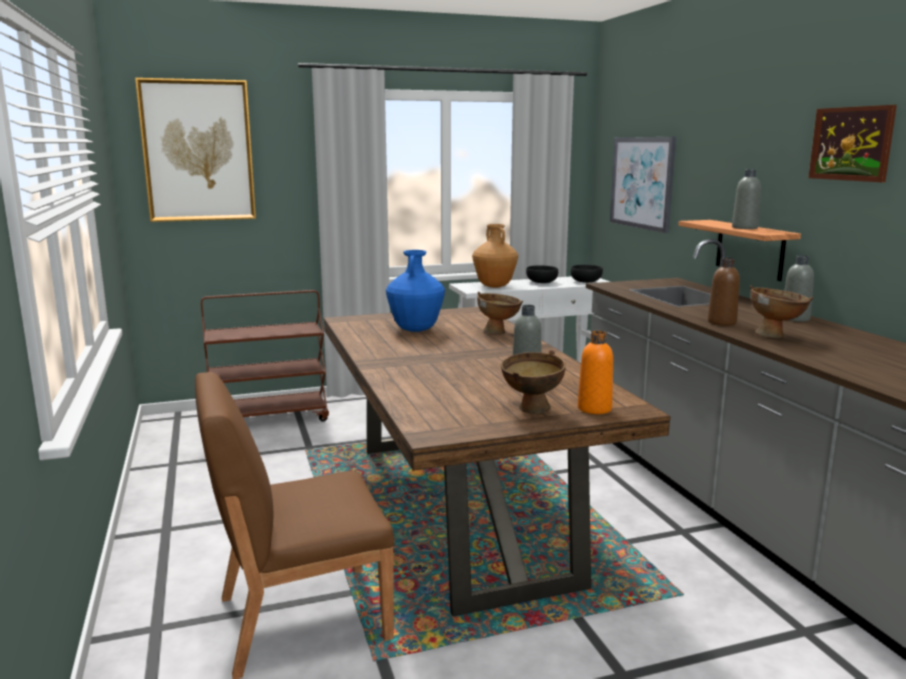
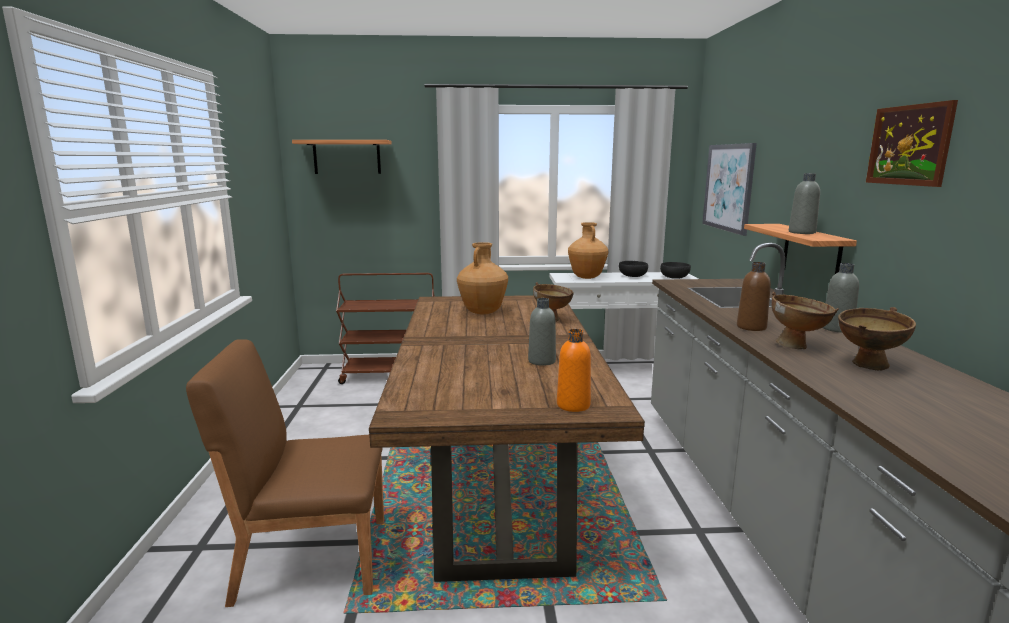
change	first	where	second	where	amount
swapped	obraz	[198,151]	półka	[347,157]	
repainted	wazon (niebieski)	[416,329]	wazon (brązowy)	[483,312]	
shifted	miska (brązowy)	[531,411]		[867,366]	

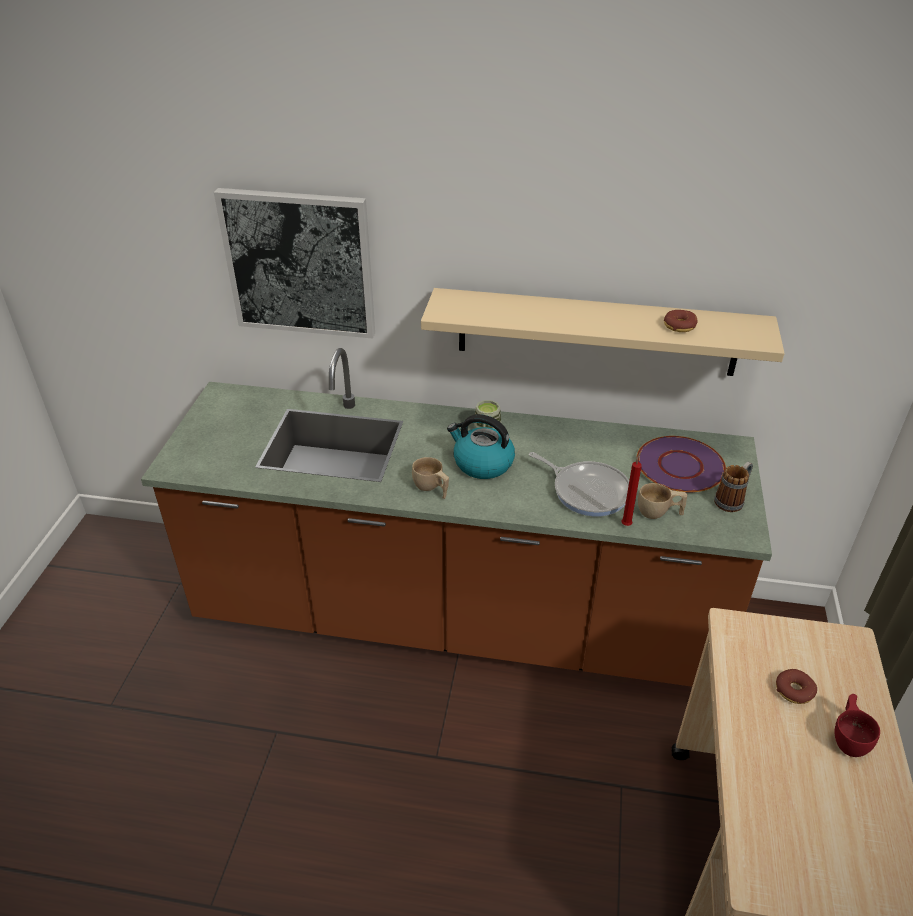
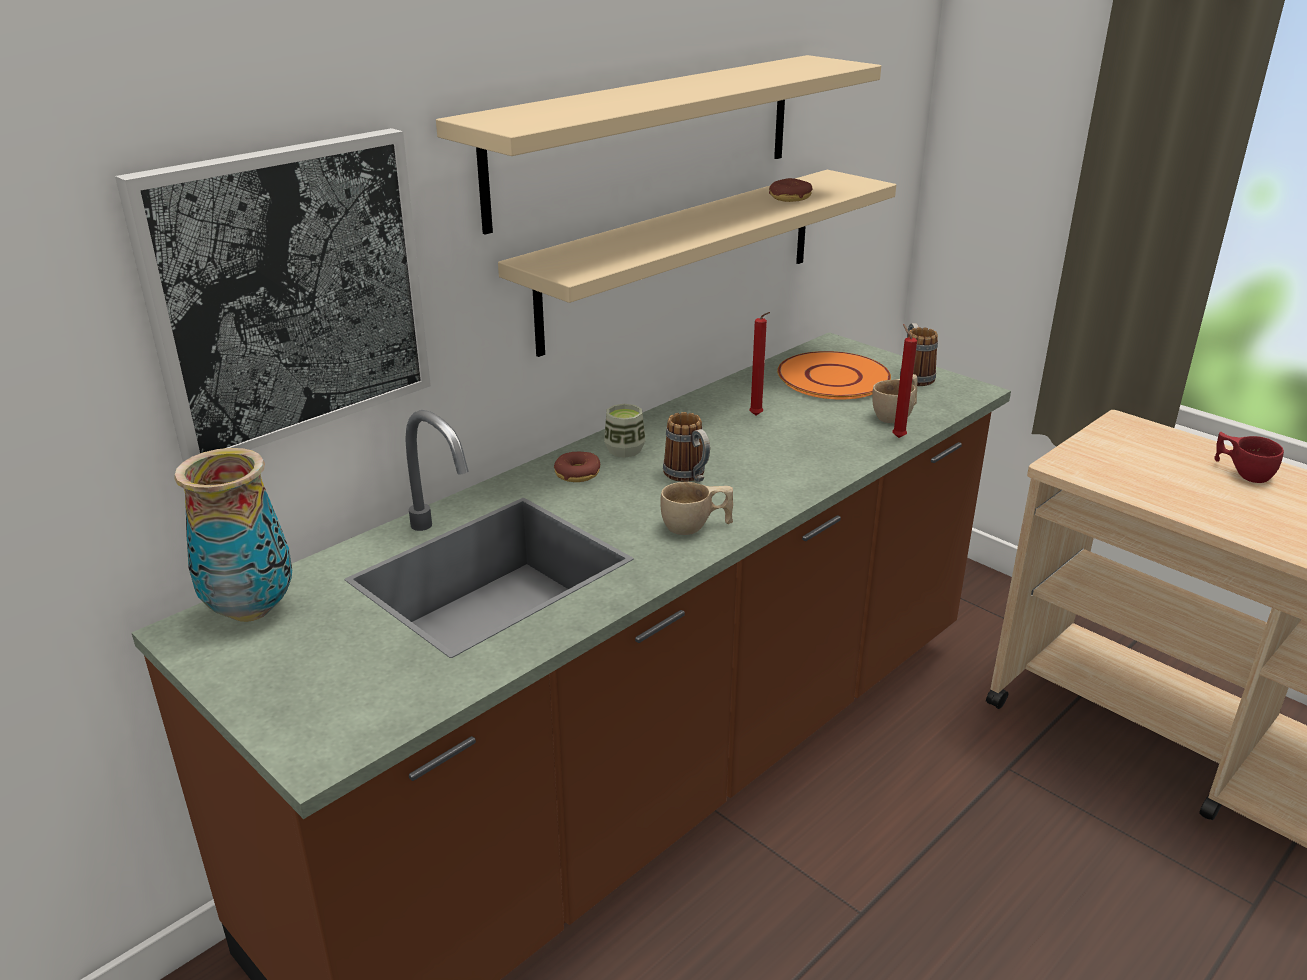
change	first	where	second	where	amount
new			wazon	[250,610]	
new			półka (beżowy)	[647,137]	
shifted	donut	[794,690]		[577,474]	
swapped	czajnik	[482,463]	kubek	[689,476]	
new			świeca (czerwony)	[757,416]	
repainted	talerz (fioletowy)	[680,466]	talerz (pomarańczowy)	[834,378]	
gone	patelnia	[587,491]			

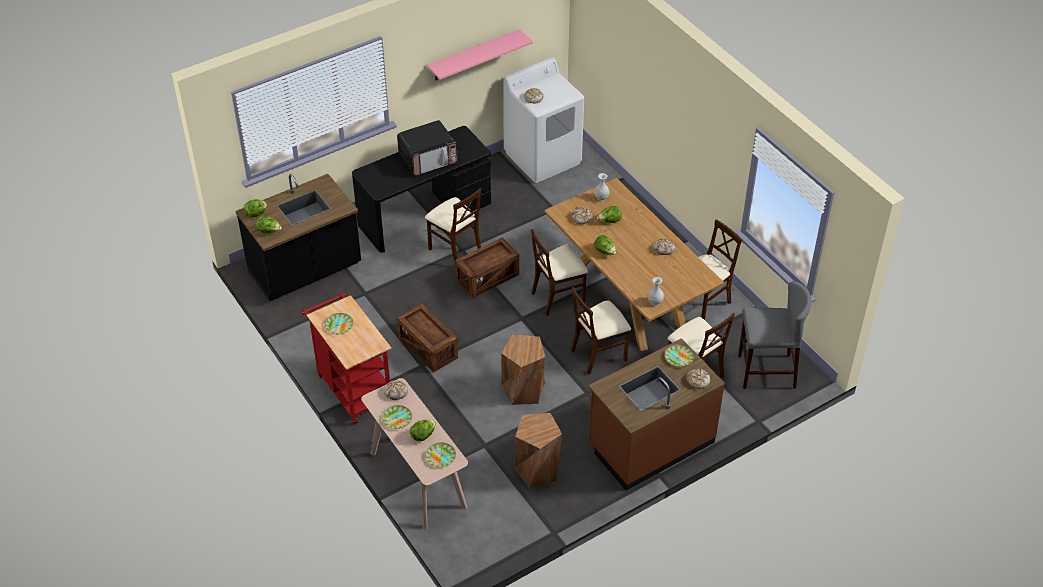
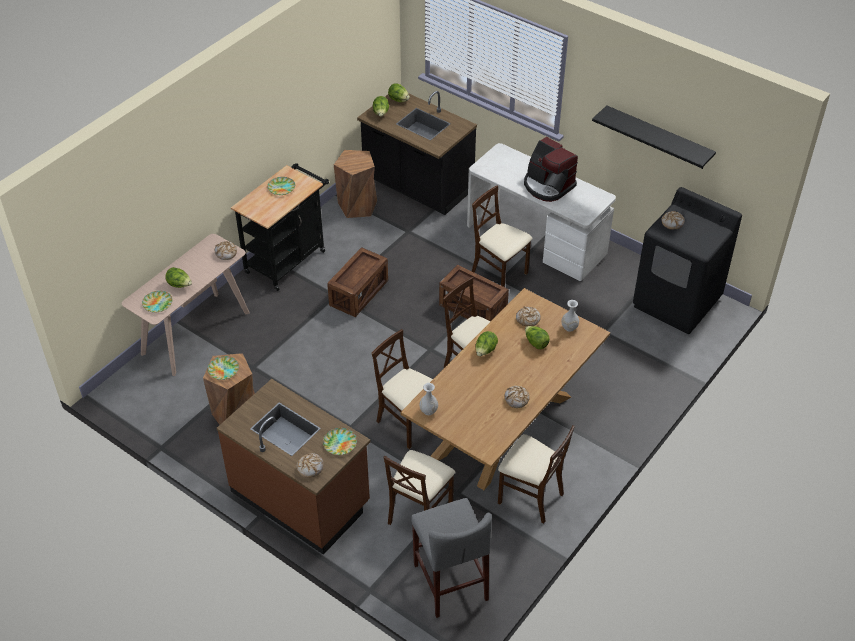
change	first	where	second	where	amount
shifted	talerz	[397,418]		[223,369]	
repainted	wózek (czerwony)	[352,388]	wózek (czarny)	[288,258]	
shifted	stołek (brązowy)	[523,390]		[357,206]	
repainted	biurko (czarny)	[424,214]	biurko (biały)	[536,239]	
rotated	krzesło (beżowy)	[455,249]		[499,274]	105 degrees clockwise
swapped	mikrofalówka	[428,159]	ekspres do kawy	[548,186]	
repainted	półka (różowy)	[474,55]	półka (czarny)	[658,138]	
repainted	pralka (biały)	[543,158]	pralka (czarny)	[677,302]	

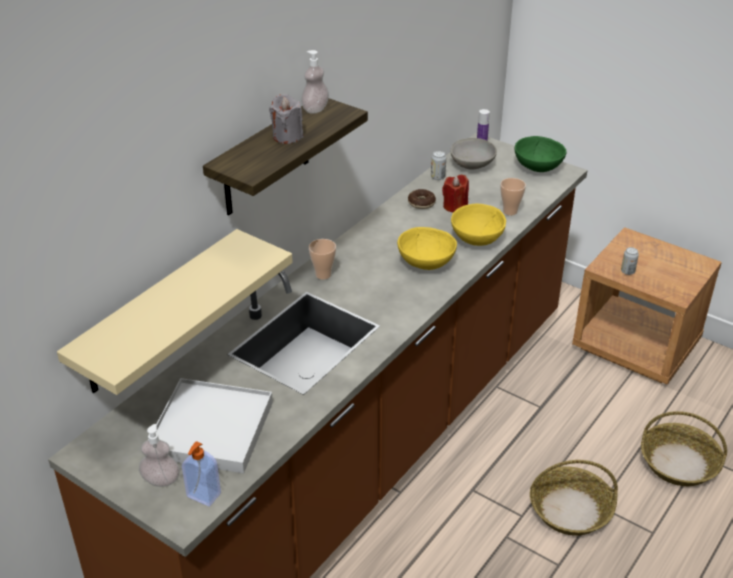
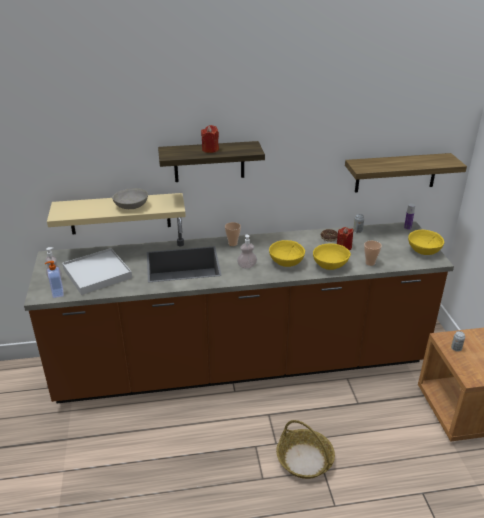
change	first	where	second	where	amount
shifted	miska (szary)	[472,164]		[131,207]	
repainted	świeca (szary)	[287,136]	świeca (czerwony)	[210,149]	
shifted	dozownik mydła	[315,109]		[247,266]	
new			półka	[396,172]	
repainted	miska (zielony)	[537,167]	miska (żółty)	[423,251]	
gone	koszyk	[679,463]			

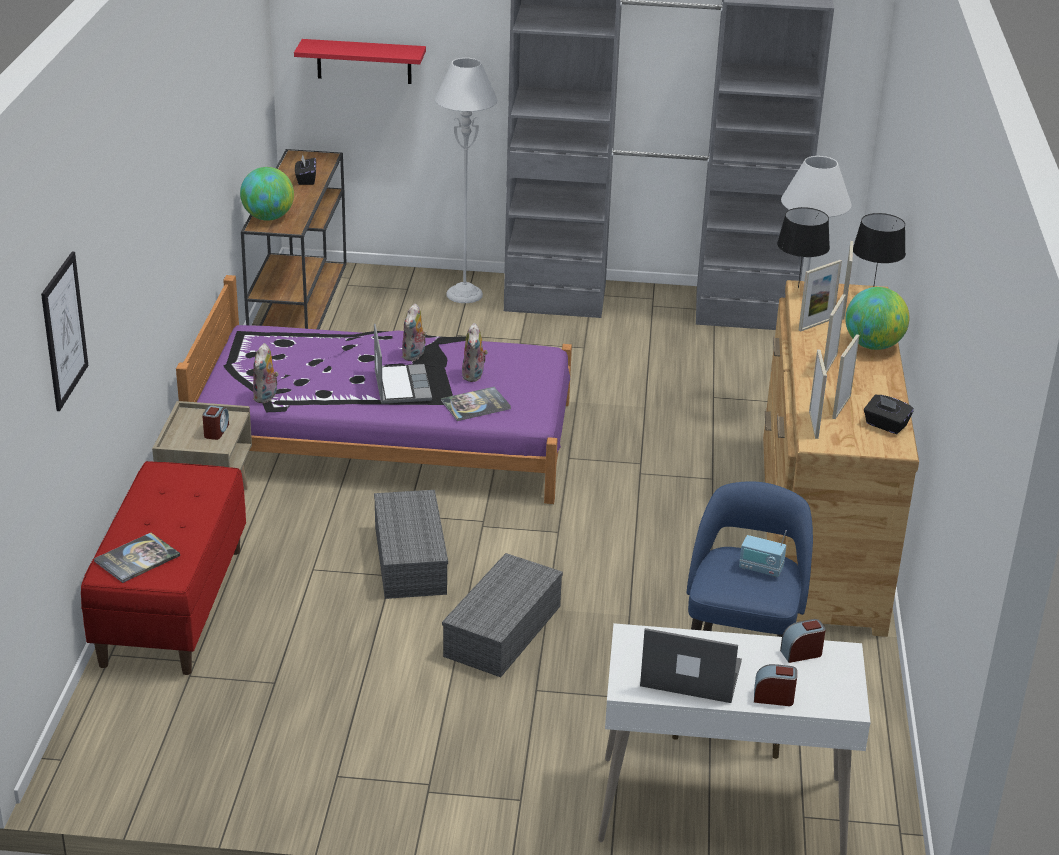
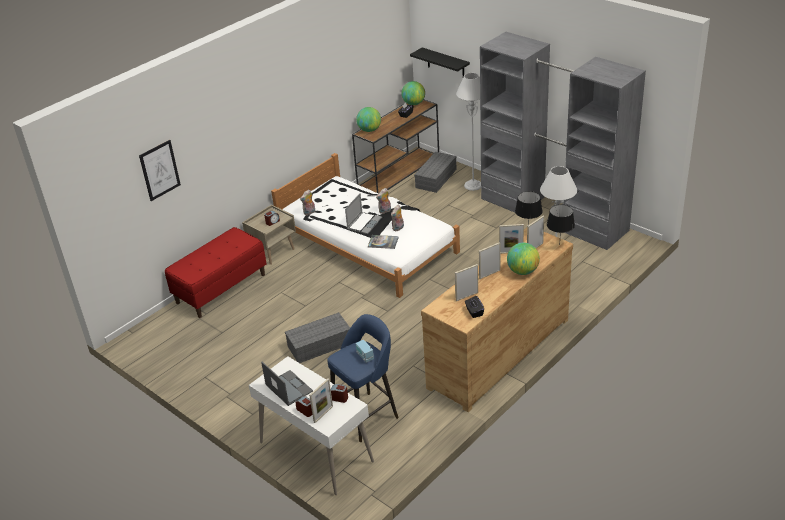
change	first	where	second	where	amount
repainted	łóżko (fioletowy)	[384,437]	łóżko (biały)	[367,244]	
shifted	ramka na zdjęcie	[813,425]		[323,414]	
new			globus	[414,103]	
repainted	półka (czerwony)	[364,61]	półka (czarny)	[445,63]	
shifted	pojemnik do przechowywania (szary)	[408,558]		[436,178]	
gone	książka	[137,559]			

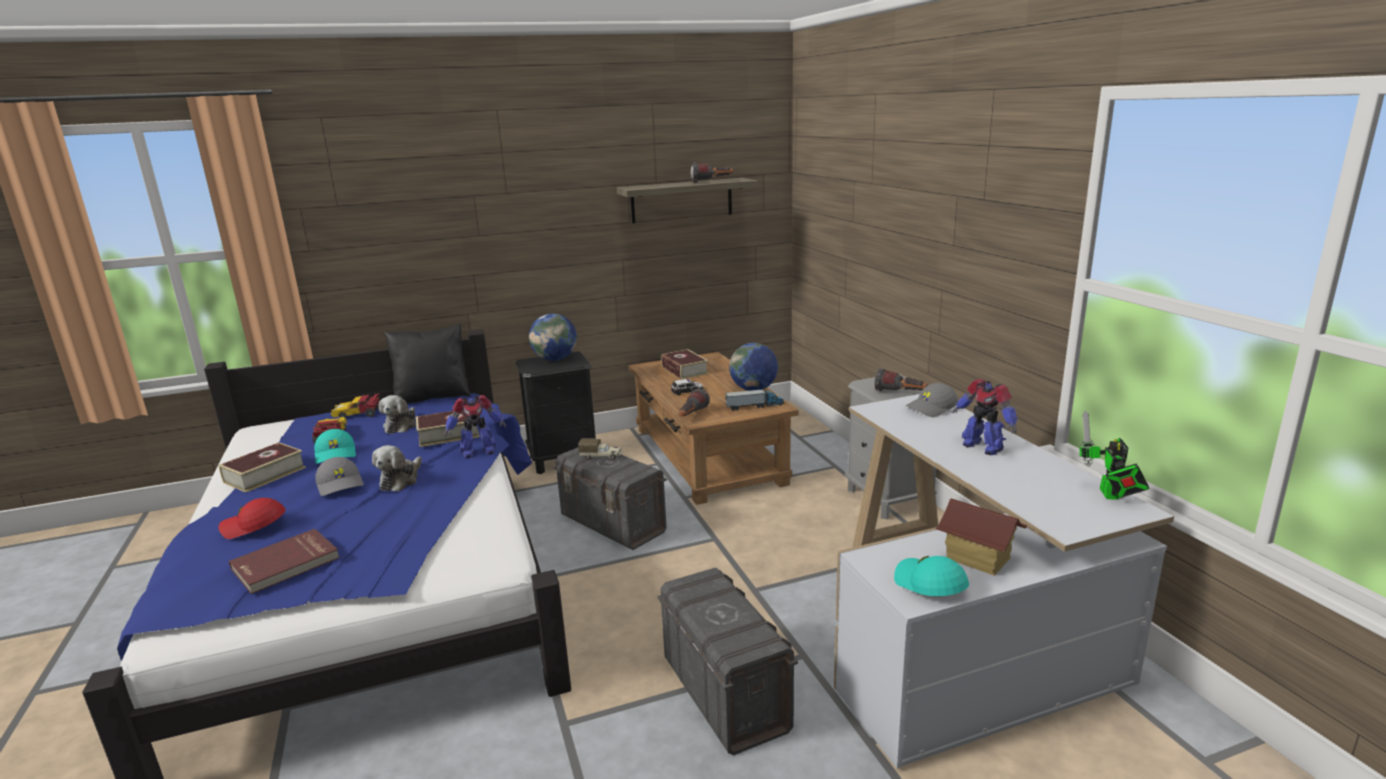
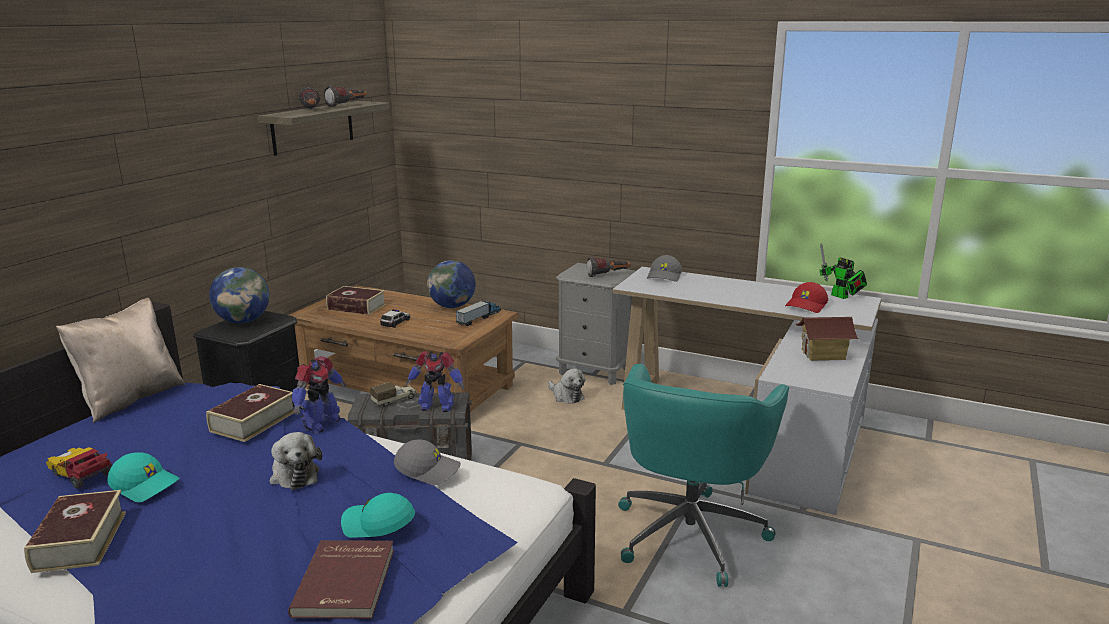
change	first	where	second	where	amount
repainted	poduszka (czarny)	[433,397]	poduszka (beżowy)	[130,399]	
shifted	latarka	[691,415]		[311,110]	
shifted	czapka z daszkiem (turkusowy)	[929,585]		[377,525]	
shifted	czapka z daszkiem (szary)	[341,484]		[428,470]	
shifted	robot zabawkowy	[982,447]		[436,407]	
shifted	pluszak	[401,426]		[566,396]	
swapped	pojemnik do przechowywania (szary)	[725,693]	krzesło biurowe (turkusowy)	[691,532]	
shifted	czapka z daszkiem (czerwony)	[253,526]		[807,306]	
gone	samochodzik	[359,414]			

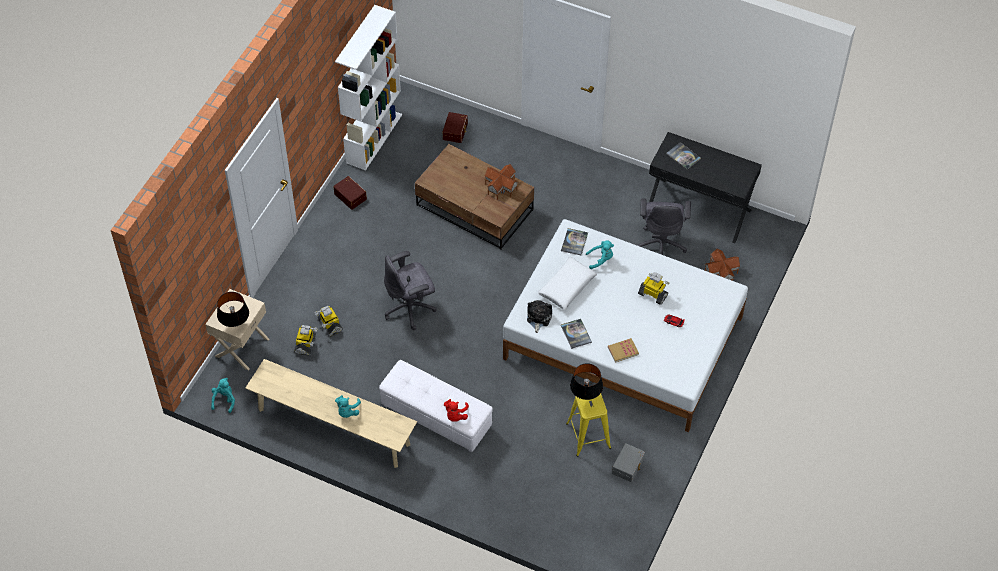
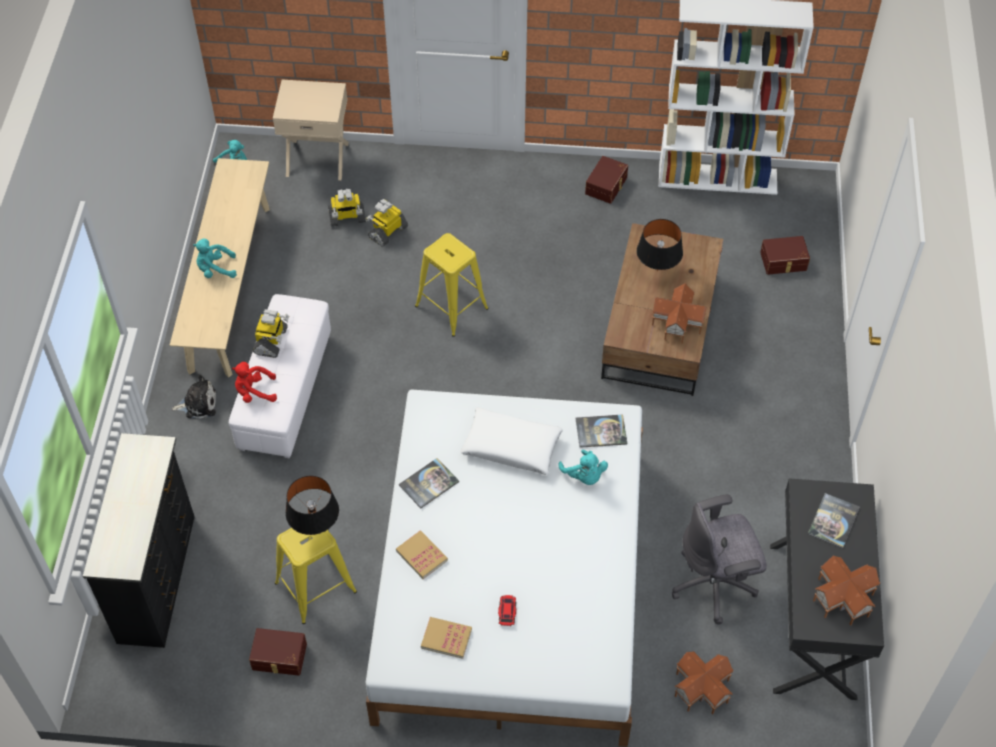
change	first	where	second	where	amount
new			komoda (czarny)	[159,577]	
shifted	pluszak	[538,318]		[198,404]	
repainted	pojemnik do przechowywania (szary)	[628,466]	pojemnik do przechowywania (brązowy)	[279,657]	
shifted	robot zabawkowy	[653,294]		[271,341]	
swapped	krzesło biurowe (szary)	[410,308]	stołek (żółty)	[451,307]	
new			książka	[446,638]	
shifted	lampa stołowa (czarny)	[235,325]		[657,271]	
new			domek	[842,597]	

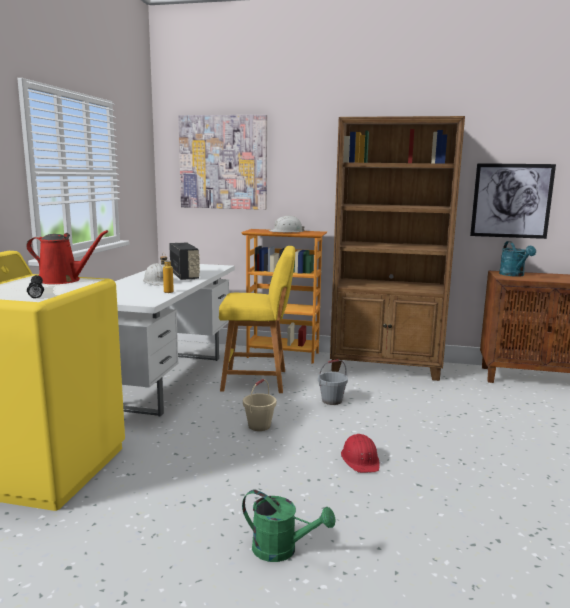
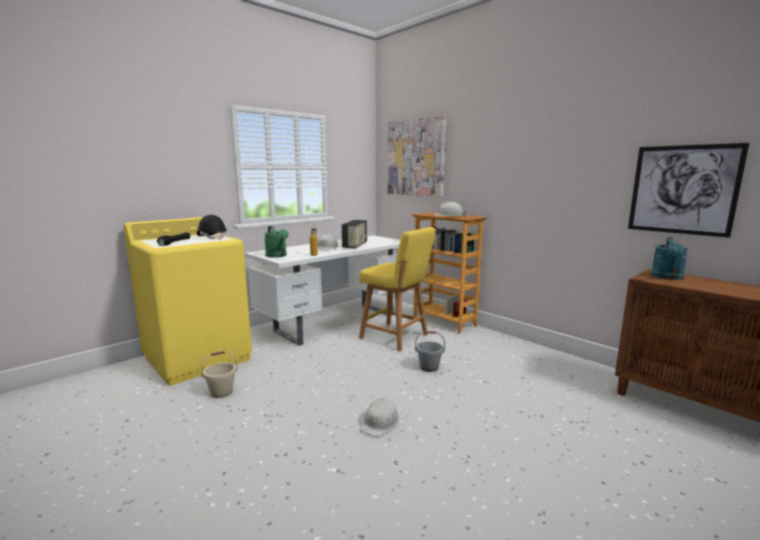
change	first	where	second	where	amount
swapped	konewka (czerwony)	[63,280]	kask (czarny)	[212,237]	
shifted	wiadro (beżowy)	[259,426]		[222,392]	
shifted	konewka (zielony)	[282,550]		[277,256]	
repainted	kask (czerwony)	[360,459]	kask (biały)	[380,422]	
gone	regał (brązowy)	[386,367]			

